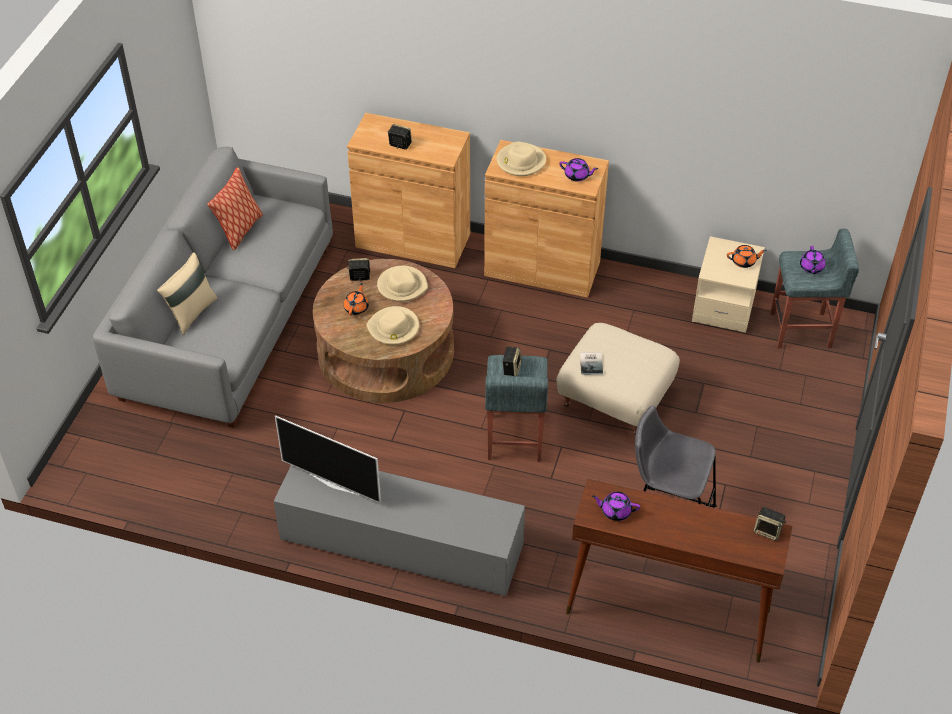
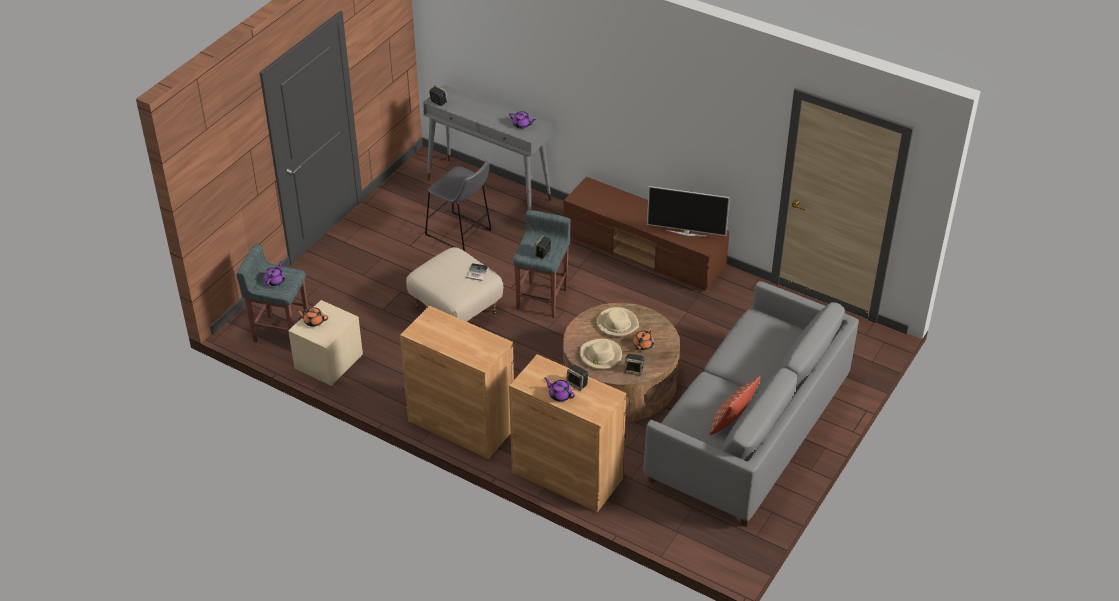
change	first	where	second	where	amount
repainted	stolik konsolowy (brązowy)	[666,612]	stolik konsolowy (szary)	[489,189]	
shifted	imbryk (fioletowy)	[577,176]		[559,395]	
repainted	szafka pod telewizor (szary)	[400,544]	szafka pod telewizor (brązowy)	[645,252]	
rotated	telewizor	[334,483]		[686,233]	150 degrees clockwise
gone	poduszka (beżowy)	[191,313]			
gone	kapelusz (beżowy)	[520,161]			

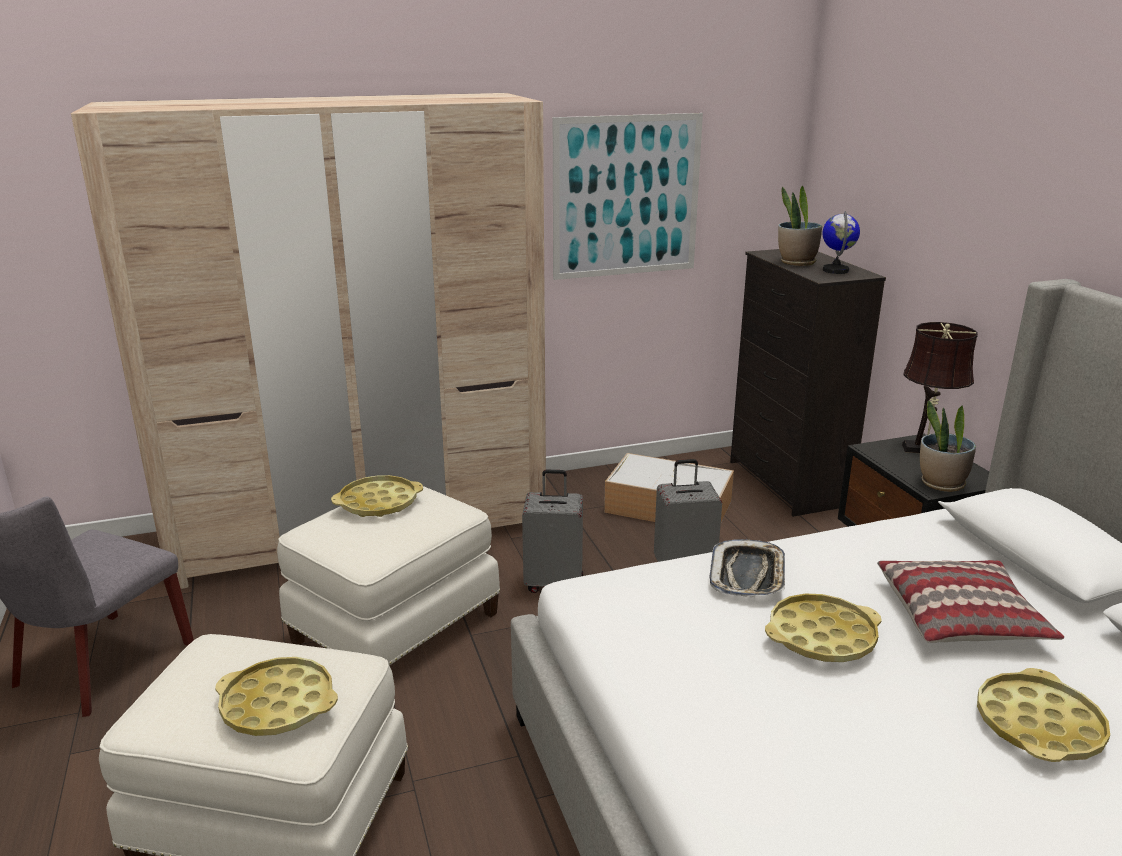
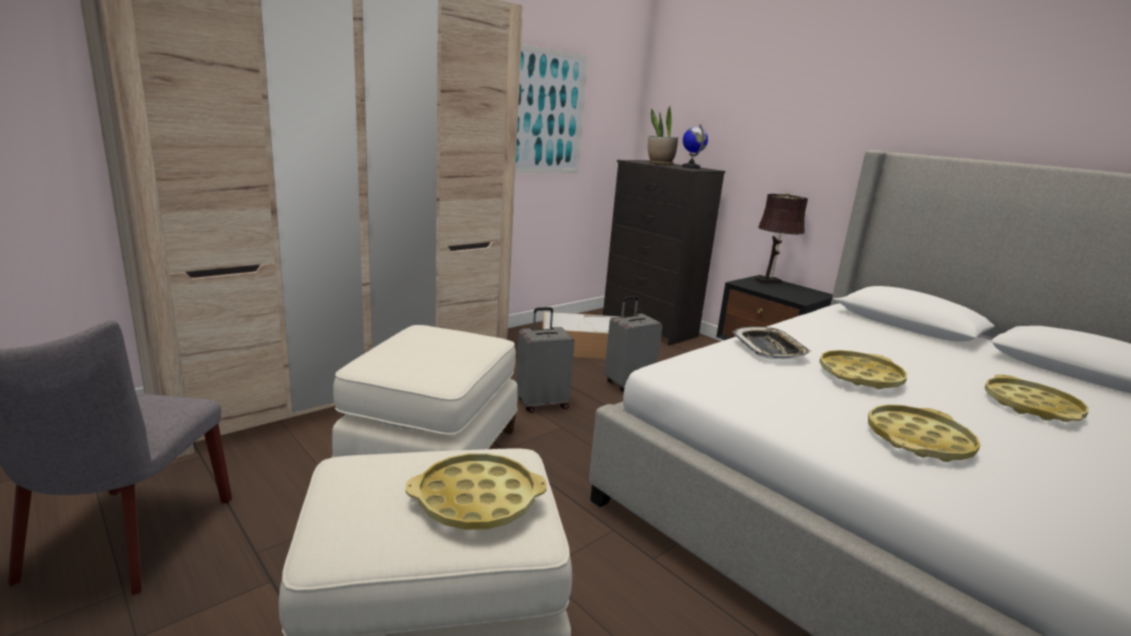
change	first	where	second	where	amount
shifted	taca (żółty)	[378,503]		[918,440]	
gone	poduszka	[961,617]			
gone	roślina doniczkowa	[941,484]			

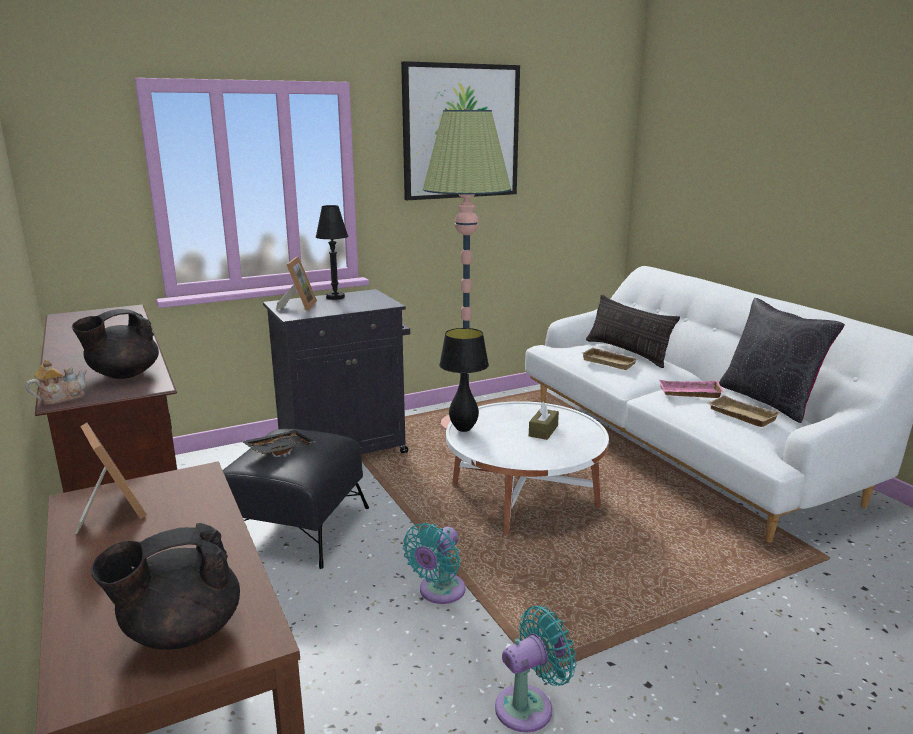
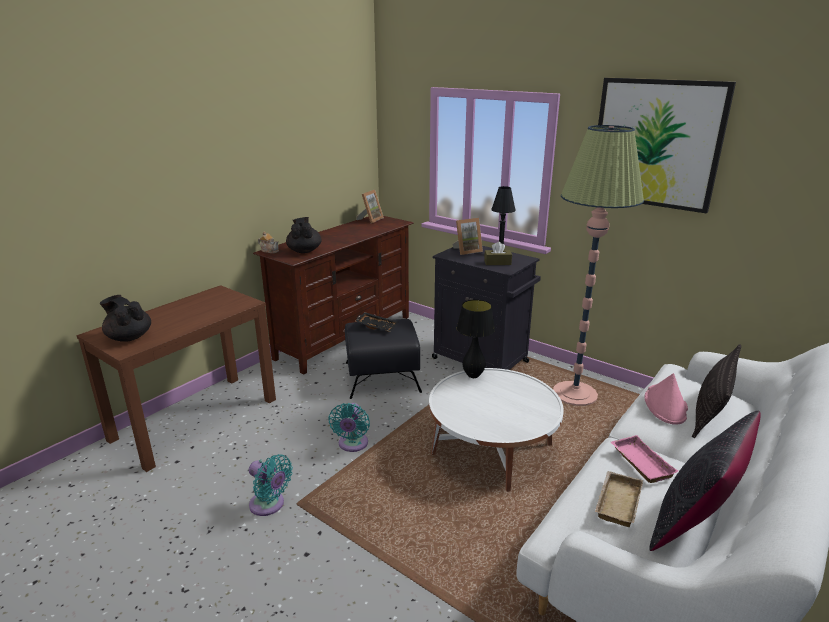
change	first	where	second	where	amount
rotated	imbryk (czarny)	[123,375]		[304,251]	60 degrees clockwise
rotated	wentylator (turkusowy)	[439,592]		[352,444]	90 degrees counterclockwise
shifted	ramka na zdjęcie	[111,511]		[370,219]	
shifted	pudełko chusteczek (brązowy)	[543,431]		[497,262]	
swapped	taca (beżowy)	[610,362]	kapelusz (różowy)	[665,405]	

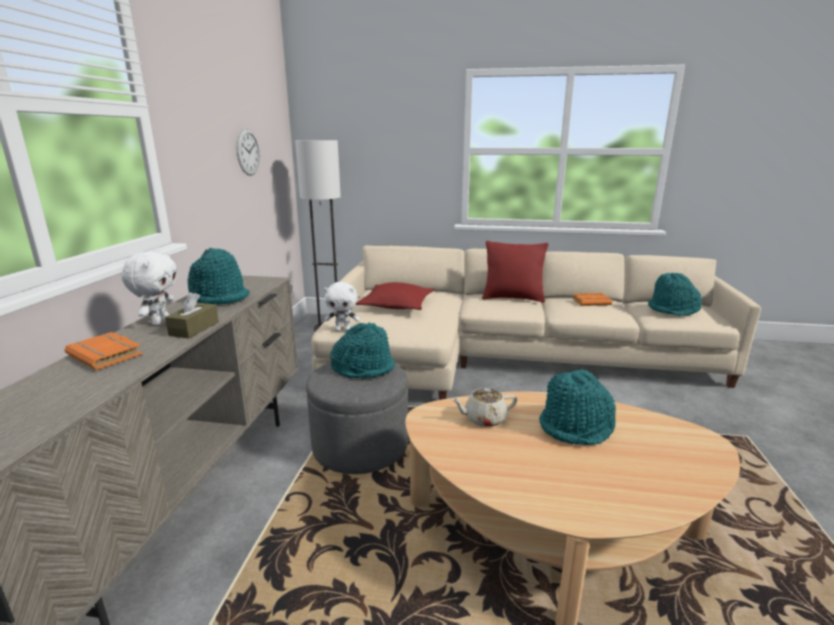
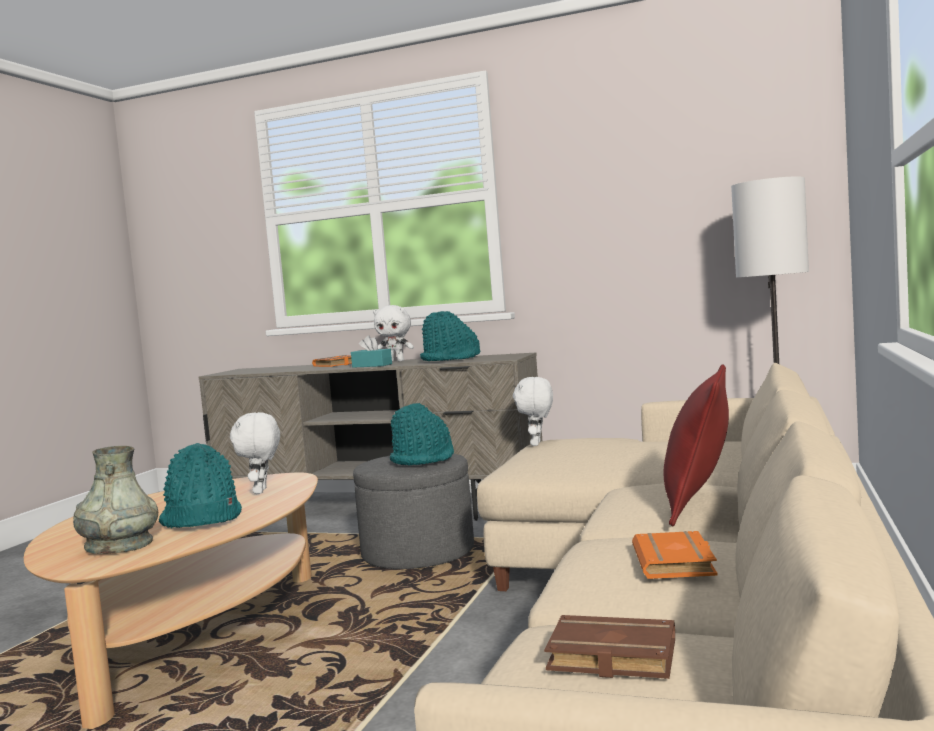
change	first	where	second	where	amount
new			wazon (szary)	[119,545]	
swapped	imbryk (beżowy)	[484,419]	pluszak (biały)	[261,491]	
repainted	pudełko chusteczek (brązowy)	[194,329]	pudełko chusteczek (turkusowy)	[372,365]	
swapped	kapelusz (turkusowy)	[673,310]	książka (brązowy)	[609,657]	
gone	zegar ścienny	[248,152]			
gone	poduszka (czerwony)	[396,305]			

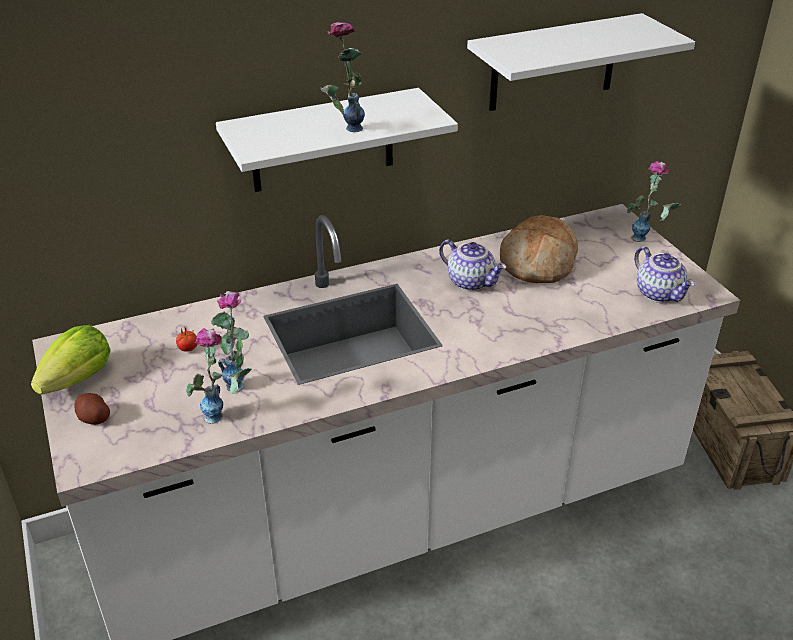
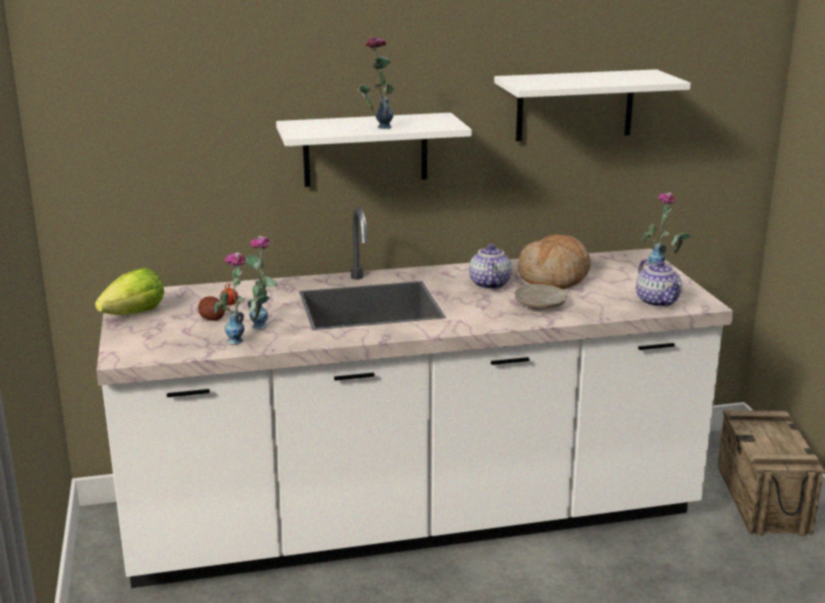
change	first	where	second	where	amount
shifted	ziemniak	[94,418]		[211,318]	
rotated	imbryk	[471,282]		[488,284]	135 degrees counterclockwise
new			talerz (beżowy)	[540,305]	

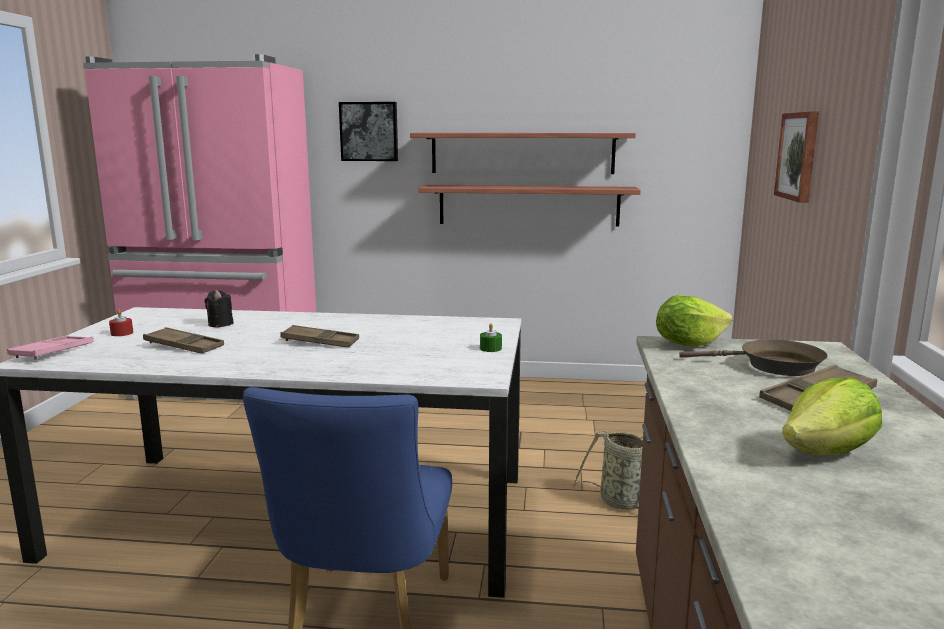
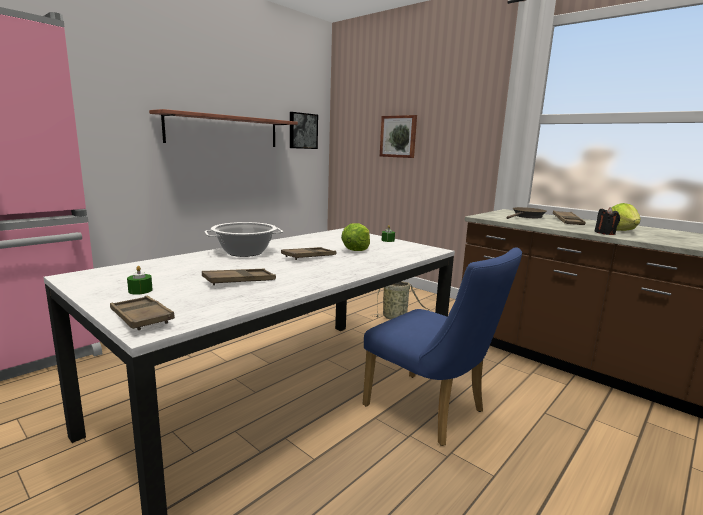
change	first	where	second	where	amount
repainted	taca (różowy)	[53,352]	taca (brązowy)	[141,318]	
repainted	świeca (czerwony)	[122,333]	świeca (zielony)	[140,290]	
new			garnek	[245,252]	
shifted	obraz	[369,131]		[302,131]	
shifted	sałata	[688,344]		[356,250]	
shifted	świeca (czarny)	[220,324]		[605,233]	
gone	półka	[528,205]			

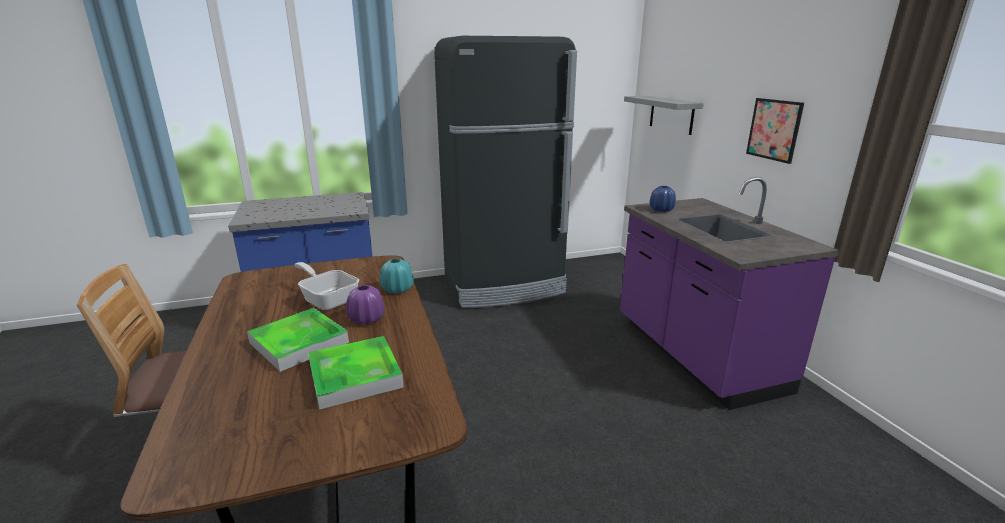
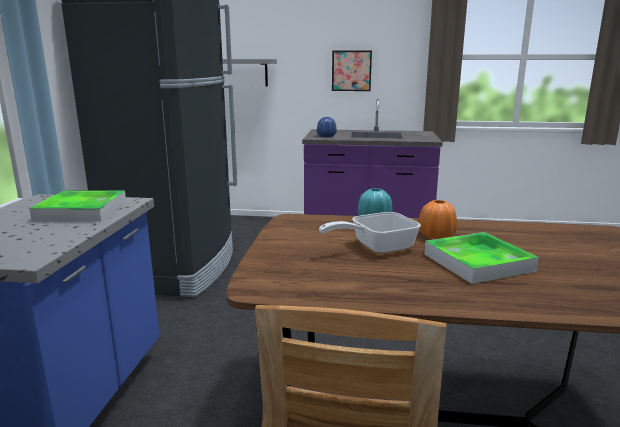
change	first	where	second	where	amount
shifted	taca	[355,375]		[82,211]	
repainted	wazon (fioletowy)	[367,319]	wazon (pomarańczowy)	[436,236]	

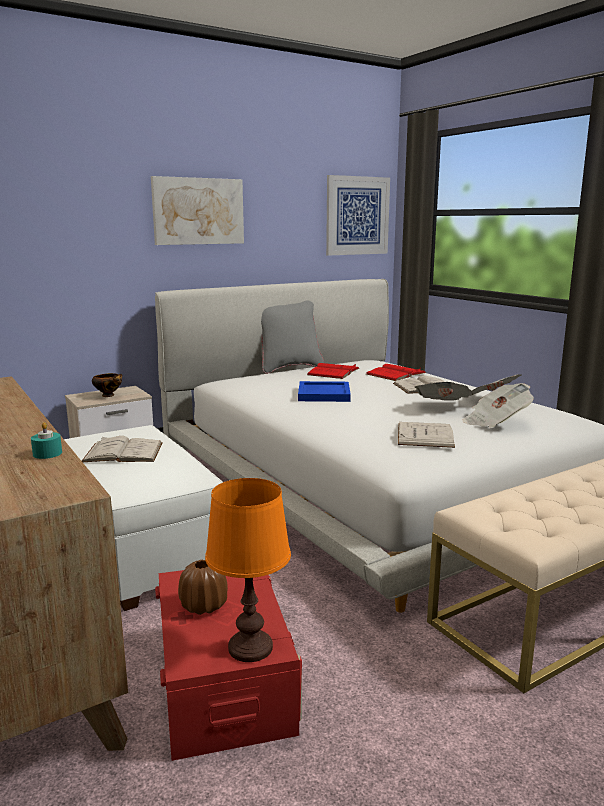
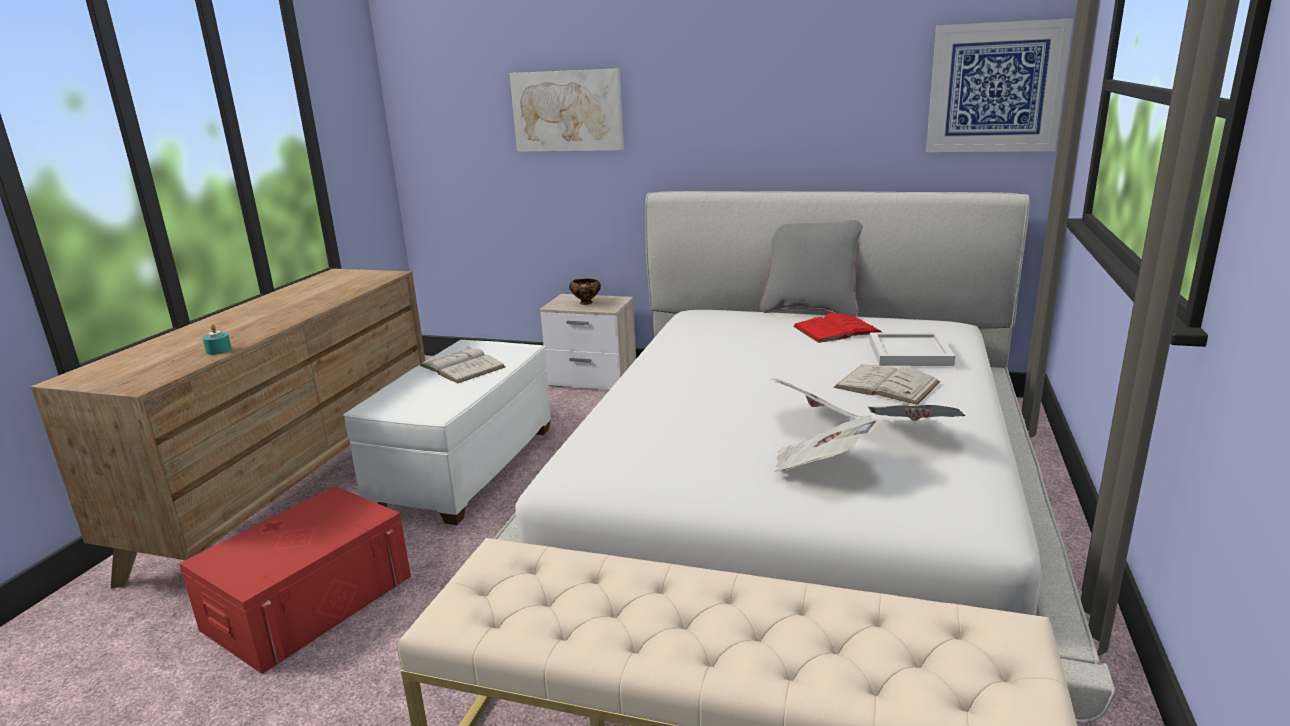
change	first	where	second	where	amount
shifted	obraz	[198,211]		[568,111]	
swapped	książka (czerwony)	[396,373]	taca (biały)	[908,353]	
gone	wazon (brązowy)	[204,606]			
gone	lampa stołowa (pomarańczowy)	[250,648]			
gone	taca (niebieski)	[323,394]			
gone	książka (biały)	[425,435]			

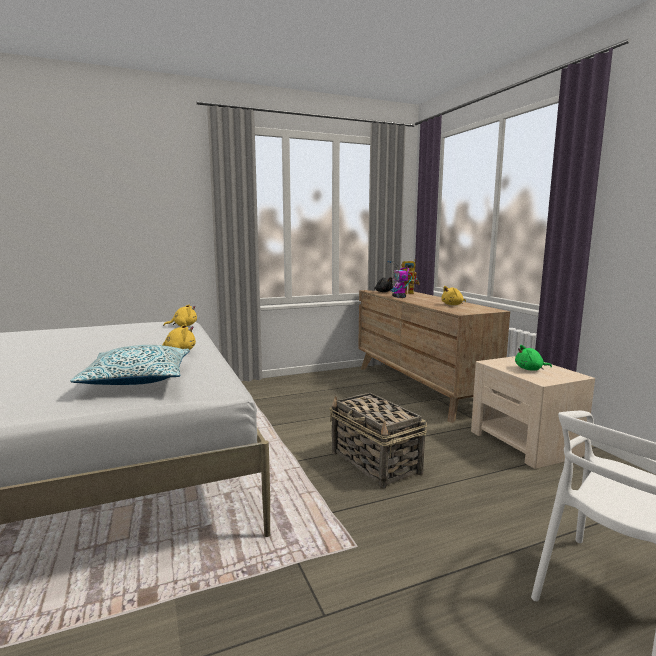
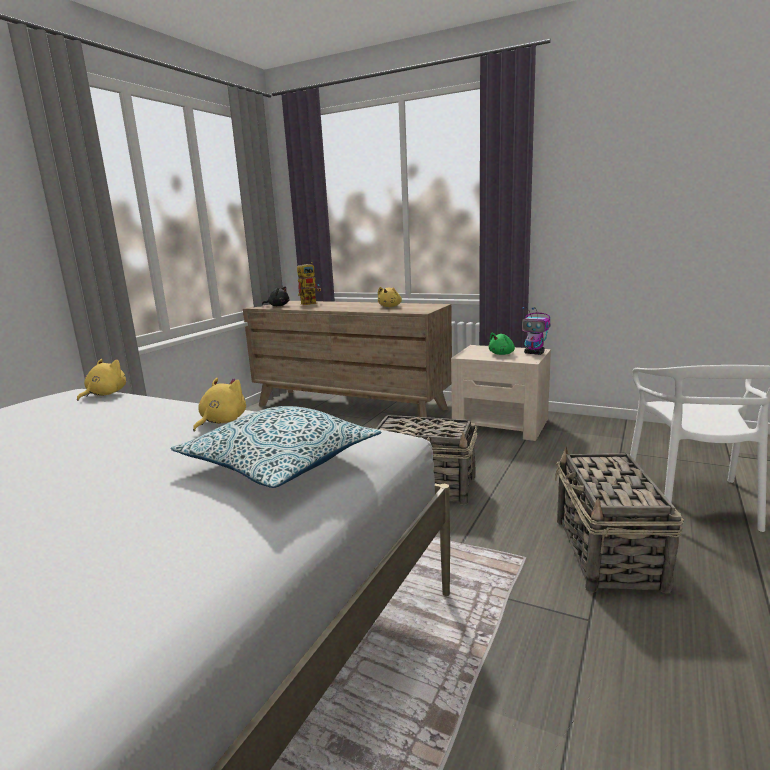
change	first	where	second	where	amount
shifted	robot zabawkowy	[399,297]		[534,353]	
new			koszyk	[608,554]	

